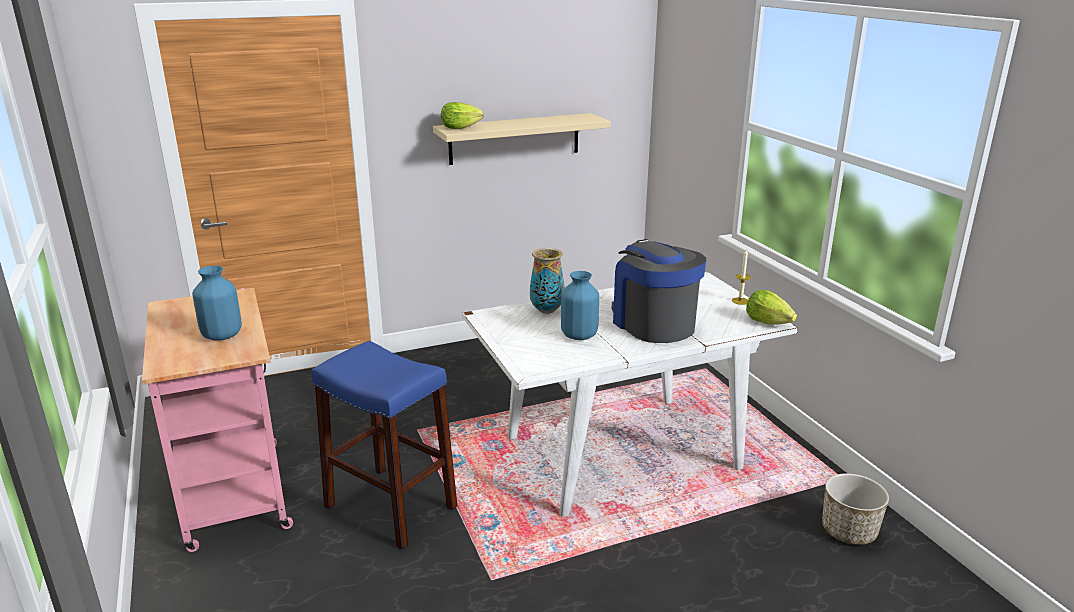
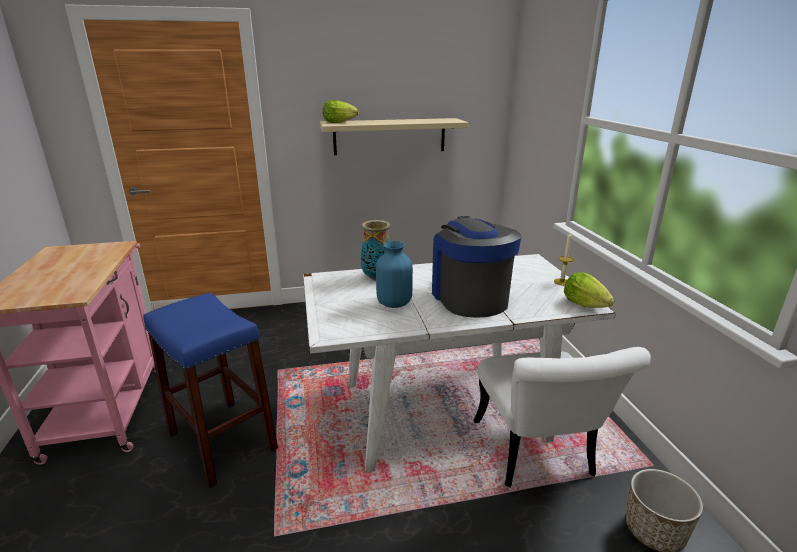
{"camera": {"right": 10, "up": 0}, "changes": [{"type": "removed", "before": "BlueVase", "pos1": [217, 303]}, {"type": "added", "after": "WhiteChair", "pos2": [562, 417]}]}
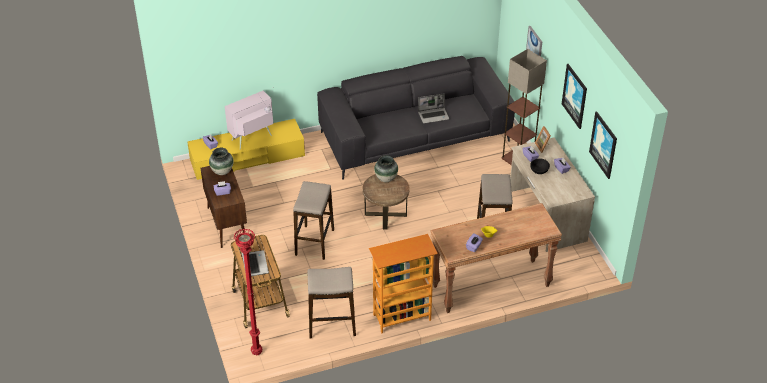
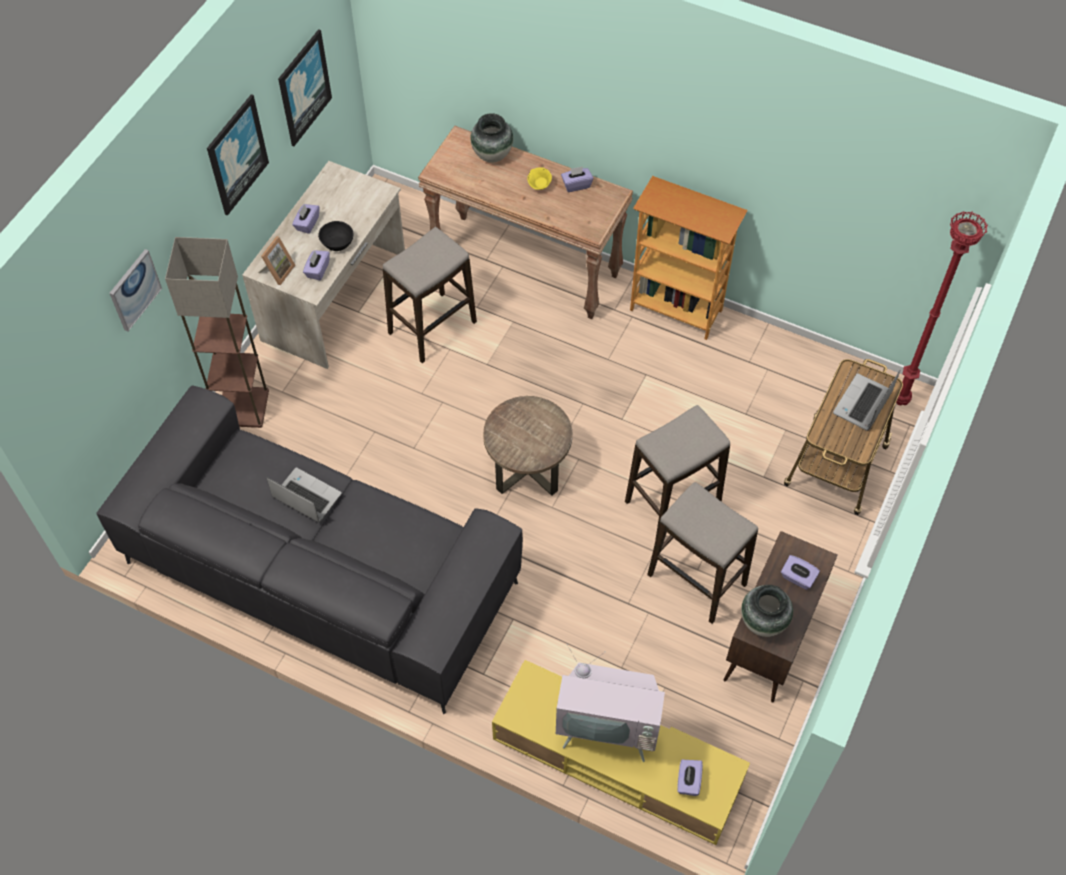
{"camera": {"right": -135, "up": 15}, "changes": [{"type": "moved", "before": "Vase", "pos1": [386, 168], "pos2": [491, 138]}, {"type": "moved", "before": "Stool", "pos1": [332, 302], "pos2": [702, 553]}]}
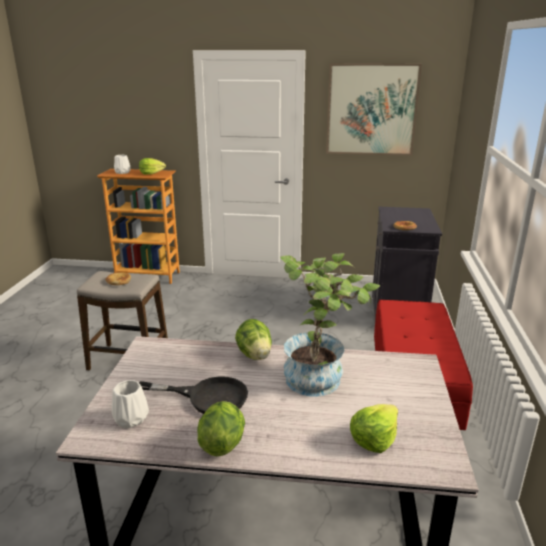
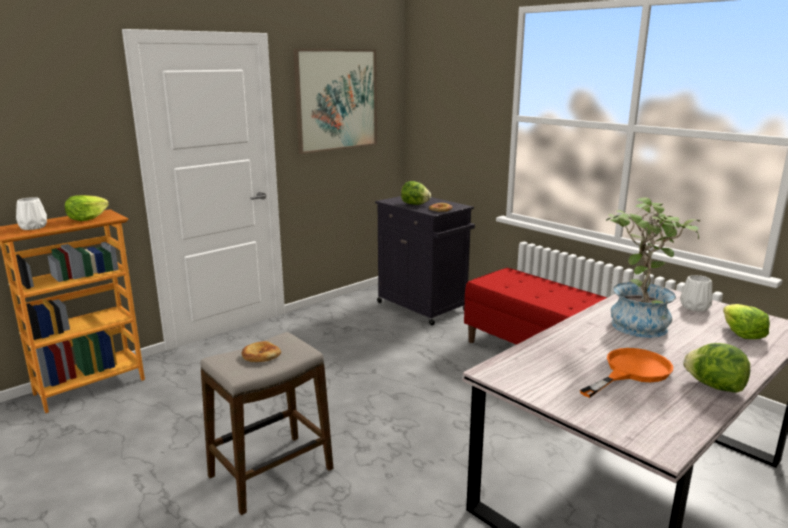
{"camera": {"right": -50, "up": -5}, "changes": [{"type": "moved", "before": "Lettuce", "pos1": [253, 339], "pos2": [416, 193]}, {"type": "recoloured", "before": "BlackFryingPan", "after": "OrangeFryingPan", "pos1": [193, 395], "pos2": [626, 373]}, {"type": "moved", "before": "WhiteVase", "pos1": [130, 404], "pos2": [696, 293]}]}
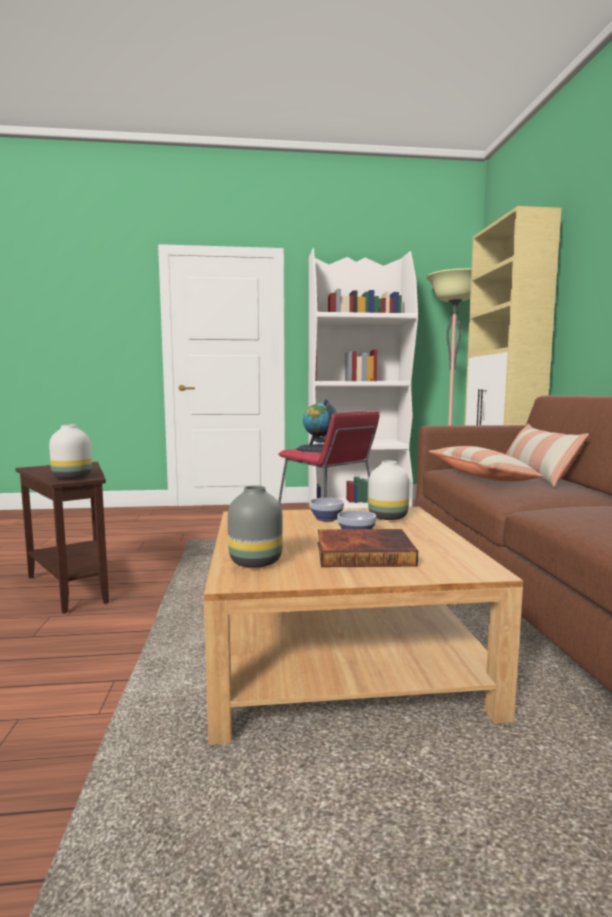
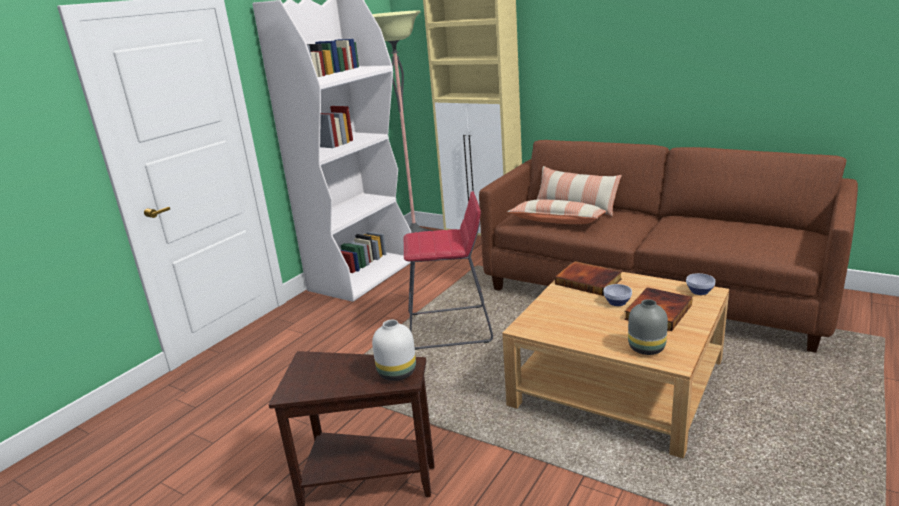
{"camera": {"right": -50, "up": 15}, "changes": [{"type": "removed", "before": "Globe", "pos1": [317, 425]}, {"type": "replaced", "before": "WhiteVase", "after": "Book", "pos1": [388, 490], "pos2": [588, 278]}, {"type": "moved", "before": "Bowl", "pos1": [326, 510], "pos2": [700, 284]}]}
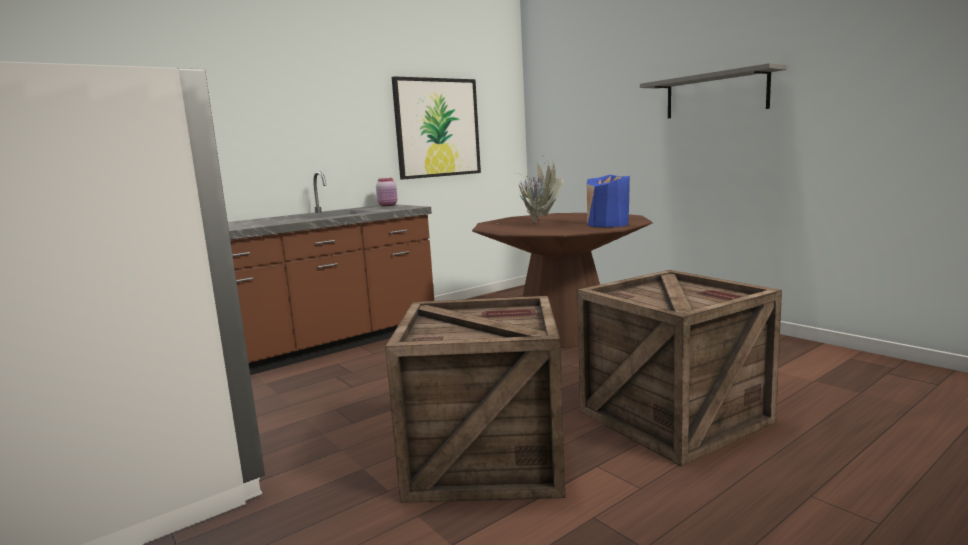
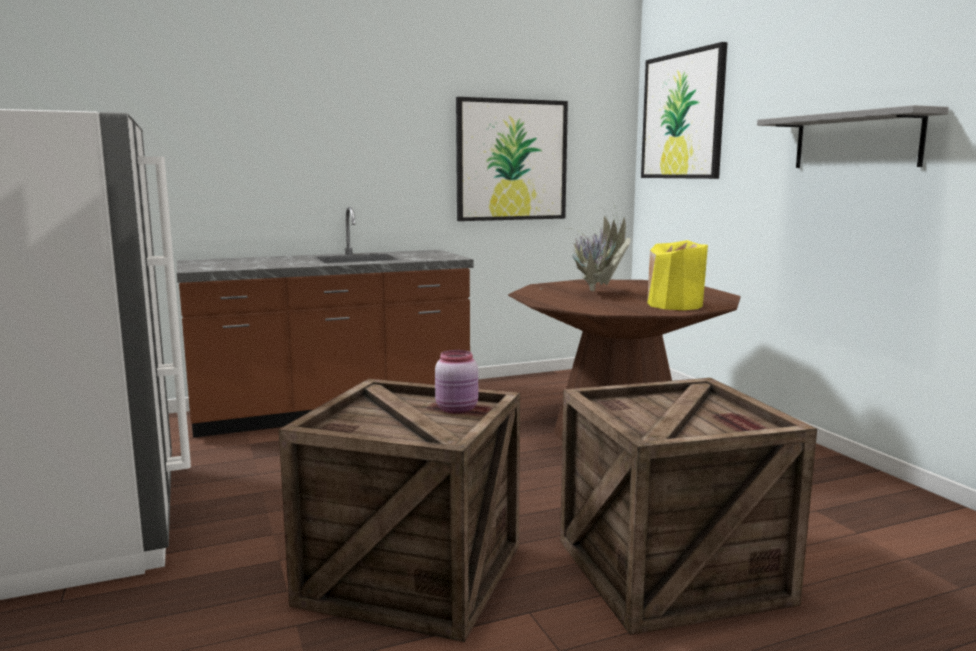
{"camera": {"right": 15, "up": 0}, "changes": [{"type": "recoloured", "before": "BlueVase", "after": "YellowVase", "pos1": [608, 201], "pos2": [677, 275]}, {"type": "moved", "before": "PinkJar", "pos1": [387, 192], "pos2": [456, 382]}, {"type": "added", "after": "Picture", "pos2": [684, 110]}]}
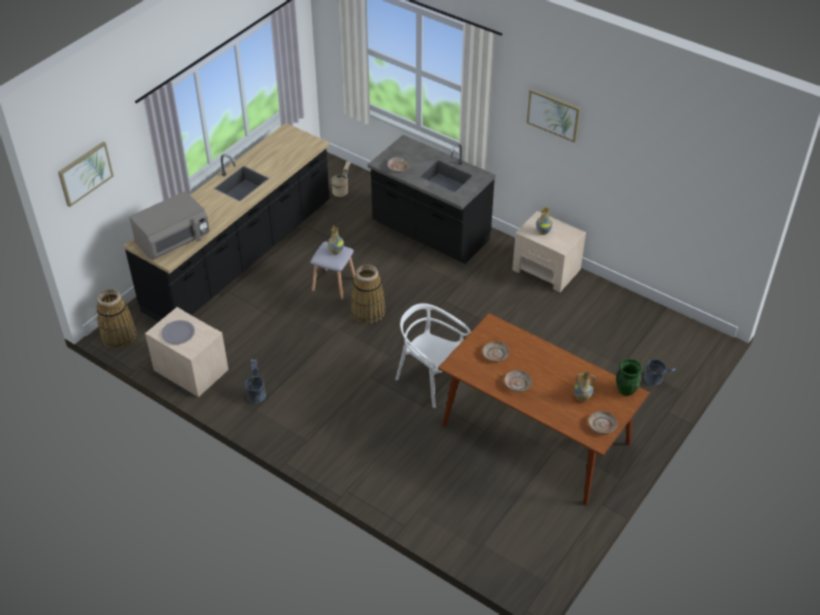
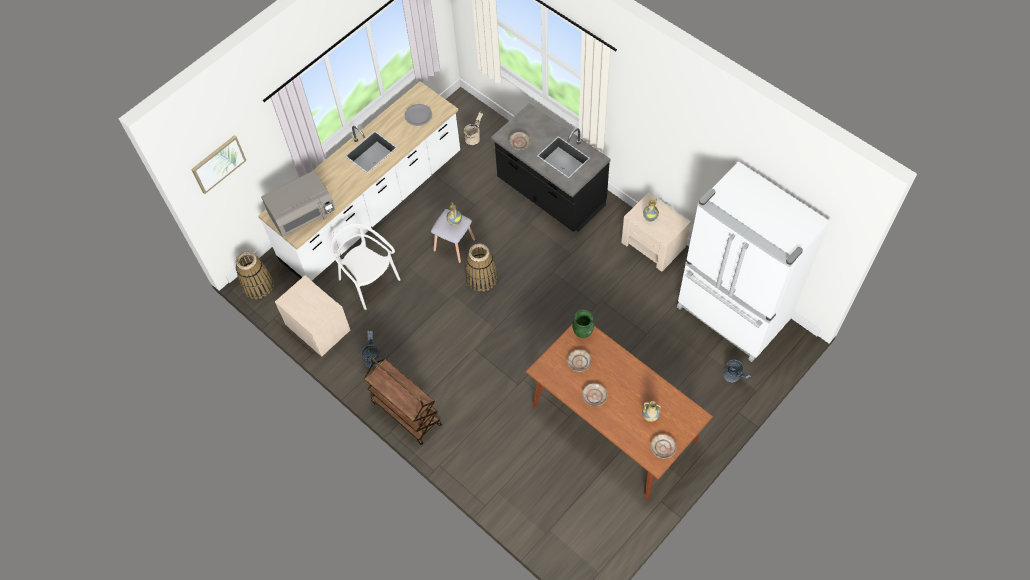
{"camera": {"right": 10, "up": 15}, "changes": [{"type": "removed", "before": "Picture", "pos1": [554, 116]}, {"type": "recoloured", "before": "BlackCounter", "after": "WhiteCounter", "pos1": [226, 222], "pos2": [359, 181]}, {"type": "moved", "before": "WhiteChair", "pos1": [432, 355], "pos2": [366, 266]}, {"type": "moved", "before": "GreyPlate", "pos1": [178, 332], "pos2": [418, 115]}, {"type": "moved", "before": "GreenVase", "pos1": [629, 377], "pos2": [583, 324]}, {"type": "added", "after": "WhiteFridge", "pos2": [753, 262]}, {"type": "added", "after": "BrownCart", "pos2": [403, 401]}]}
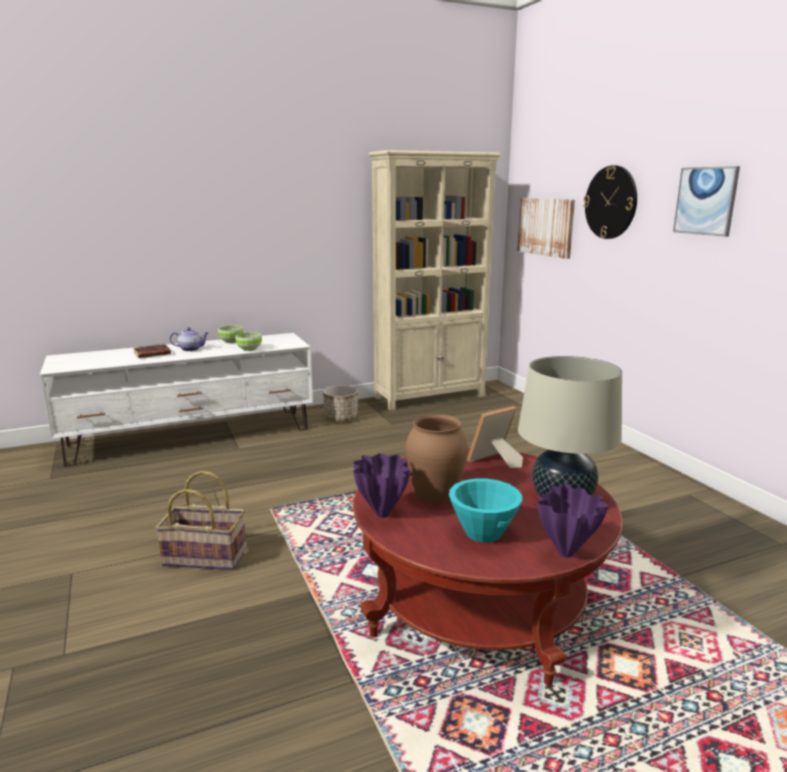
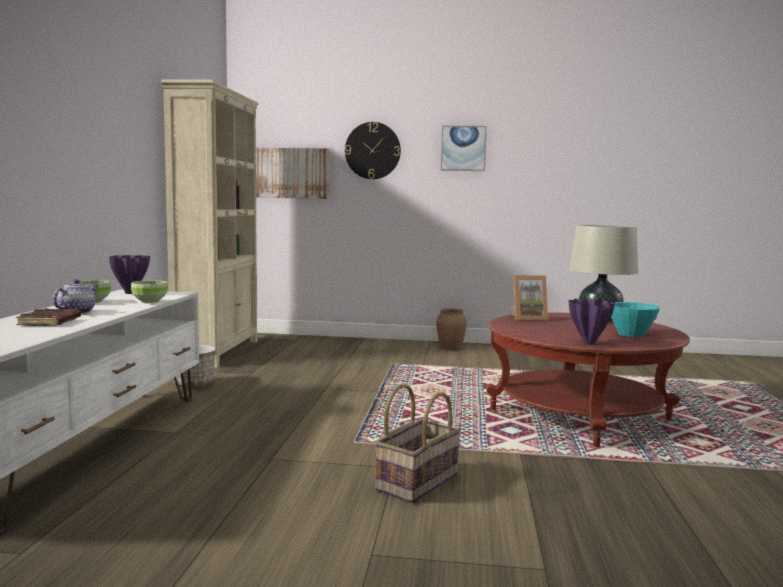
{"camera": {"right": -60, "up": -10}, "changes": [{"type": "turned", "before": "PictureFrame", "pos1": [495, 437], "pos2": [529, 298], "turn": -90}, {"type": "moved", "before": "BrownVase", "pos1": [437, 458], "pos2": [451, 329]}, {"type": "moved", "before": "PurpleVase", "pos1": [573, 520], "pos2": [129, 274]}]}
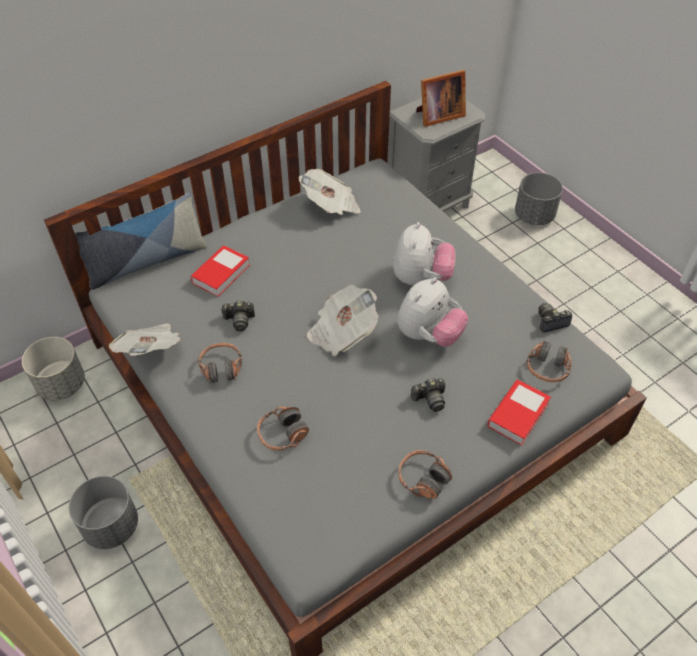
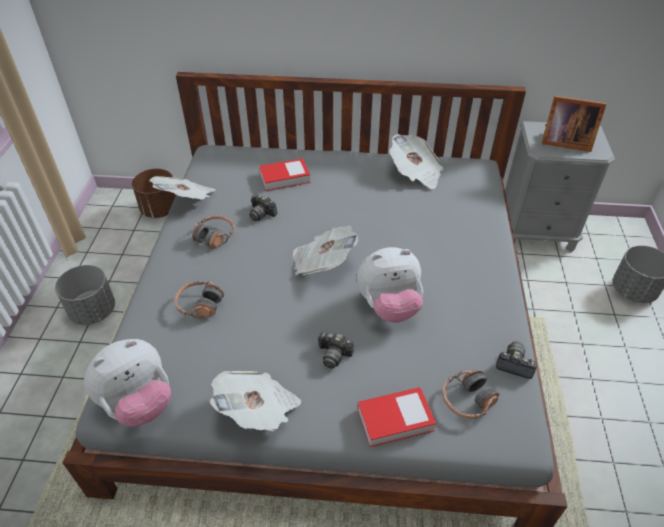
{"camera": {"right": 40, "up": -5}, "changes": [{"type": "removed", "before": "Pillow", "pos1": [141, 241]}, {"type": "moved", "before": "PlushToy", "pos1": [424, 253], "pos2": [127, 383]}, {"type": "recoloured", "before": "GreyPlanter", "after": "BrownPlanter", "pos1": [53, 369], "pos2": [154, 193]}, {"type": "replaced", "before": "Headphones", "after": "Newspaper", "pos1": [425, 474], "pos2": [255, 401]}]}
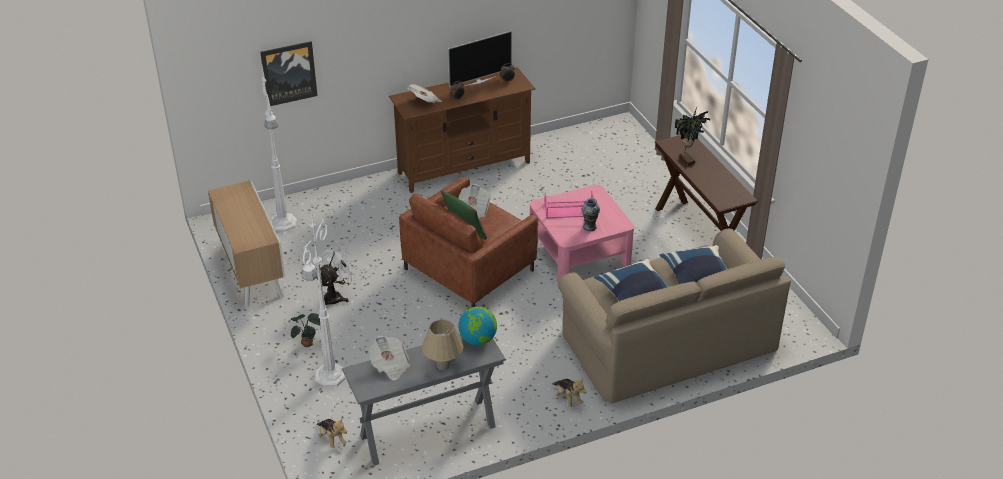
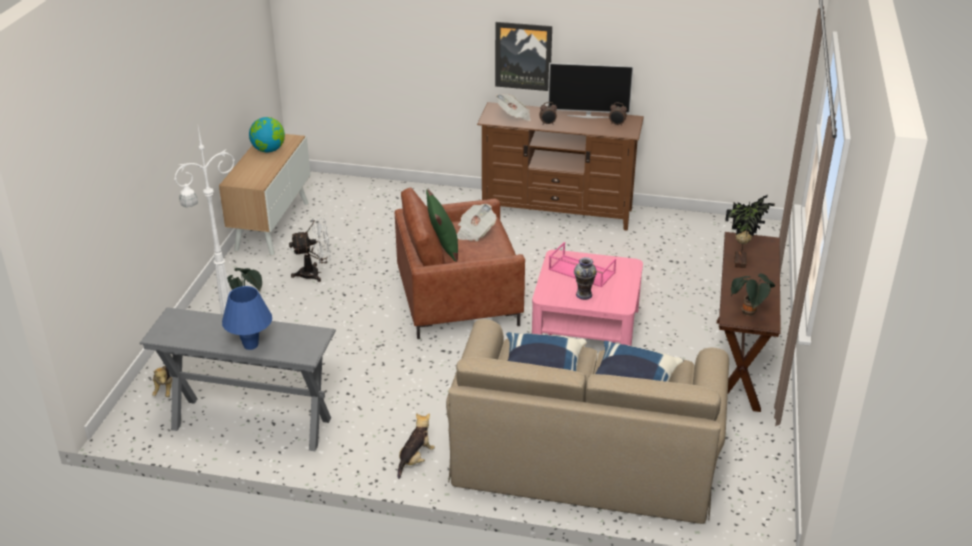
{"camera": {"right": 35, "up": -5}, "changes": [{"type": "moved", "before": "Picture", "pos1": [289, 73], "pos2": [523, 56]}, {"type": "removed", "before": "WhiteFloorLamp", "pos1": [279, 148]}, {"type": "moved", "before": "Globe", "pos1": [477, 326], "pos2": [267, 135]}, {"type": "recoloured", "before": "BeigeTableLamp", "after": "BlueTableLamp", "pos1": [443, 344], "pos2": [247, 318]}, {"type": "removed", "before": "Newspaper", "pos1": [389, 357]}, {"type": "turned", "before": "PlushToy", "pos1": [569, 392], "pos2": [416, 446], "turn": -150}, {"type": "added", "after": "PottedPlant", "pos2": [753, 295]}]}
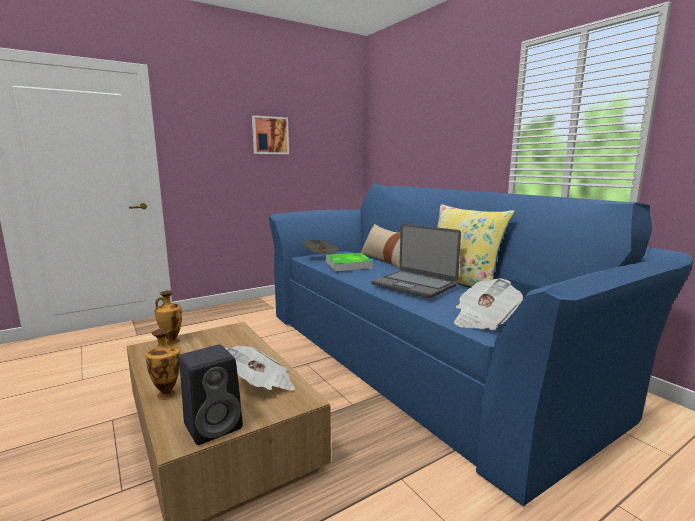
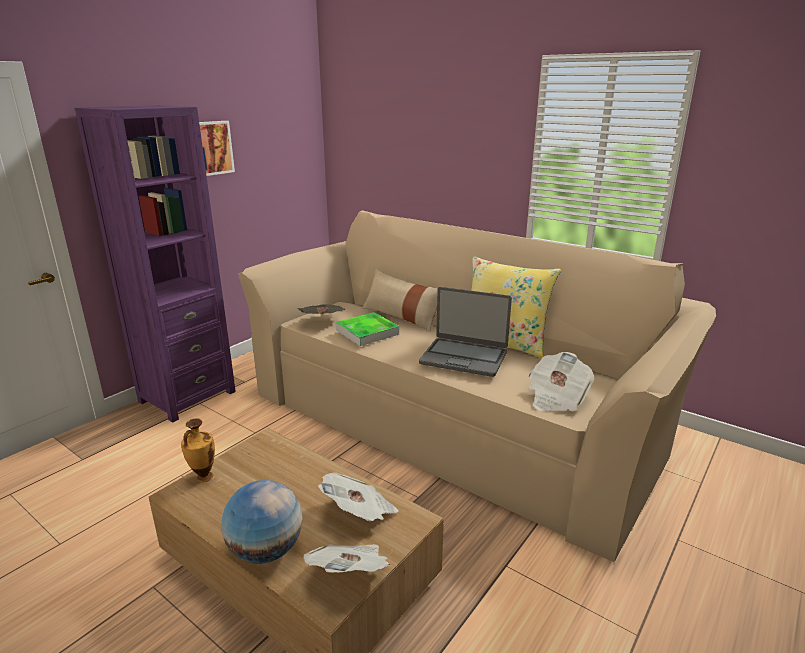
{"camera": {"right": -20, "up": 10}, "changes": [{"type": "recoloured", "before": "BlueSofa", "after": "BeigeSofa", "pos1": [480, 345], "pos2": [477, 386]}, {"type": "replaced", "before": "Vase", "after": "Globe", "pos1": [163, 364], "pos2": [262, 522]}, {"type": "replaced", "before": "BlackSpeaker", "after": "Newspaper", "pos1": [211, 395], "pos2": [347, 558]}, {"type": "added", "after": "PurpleBookcase", "pos2": [155, 264]}]}
